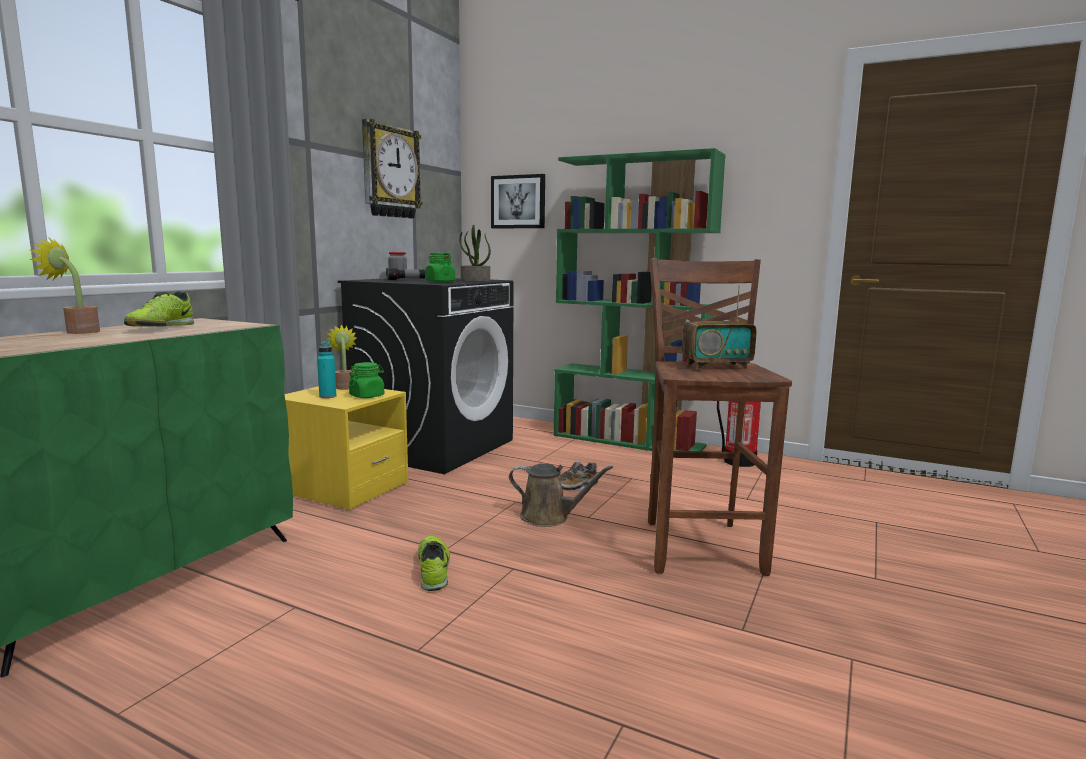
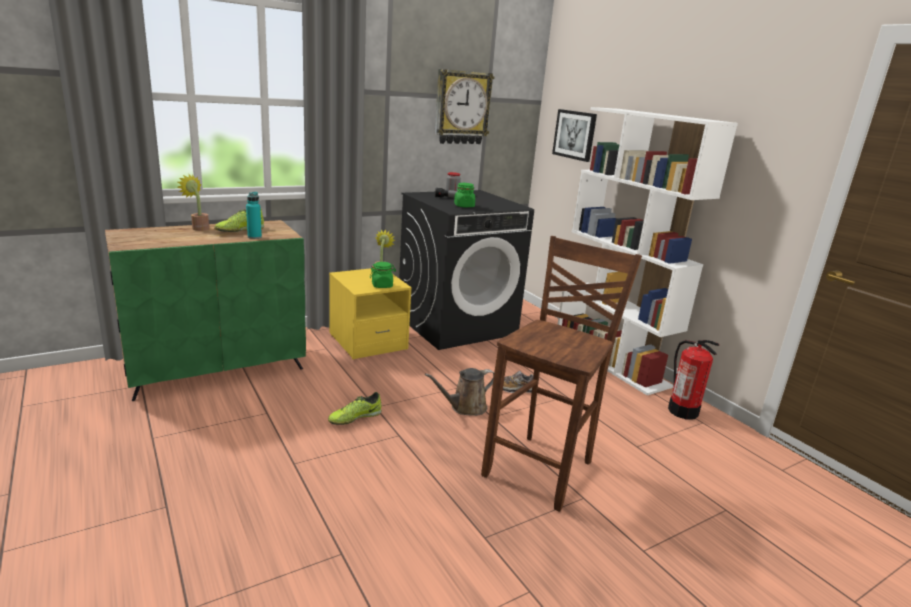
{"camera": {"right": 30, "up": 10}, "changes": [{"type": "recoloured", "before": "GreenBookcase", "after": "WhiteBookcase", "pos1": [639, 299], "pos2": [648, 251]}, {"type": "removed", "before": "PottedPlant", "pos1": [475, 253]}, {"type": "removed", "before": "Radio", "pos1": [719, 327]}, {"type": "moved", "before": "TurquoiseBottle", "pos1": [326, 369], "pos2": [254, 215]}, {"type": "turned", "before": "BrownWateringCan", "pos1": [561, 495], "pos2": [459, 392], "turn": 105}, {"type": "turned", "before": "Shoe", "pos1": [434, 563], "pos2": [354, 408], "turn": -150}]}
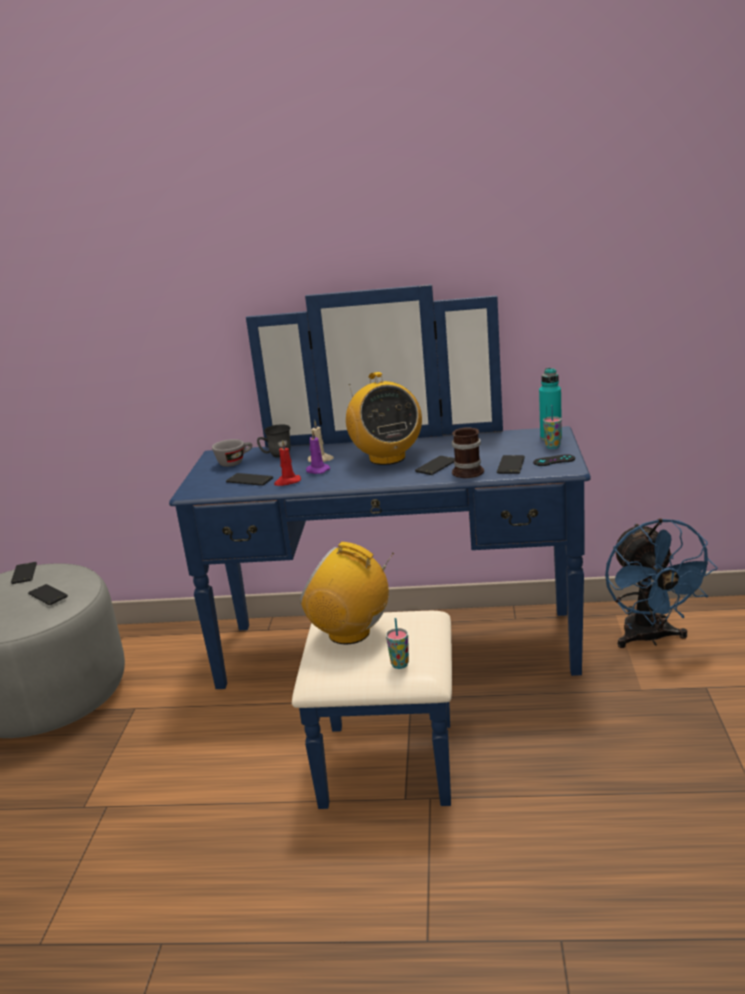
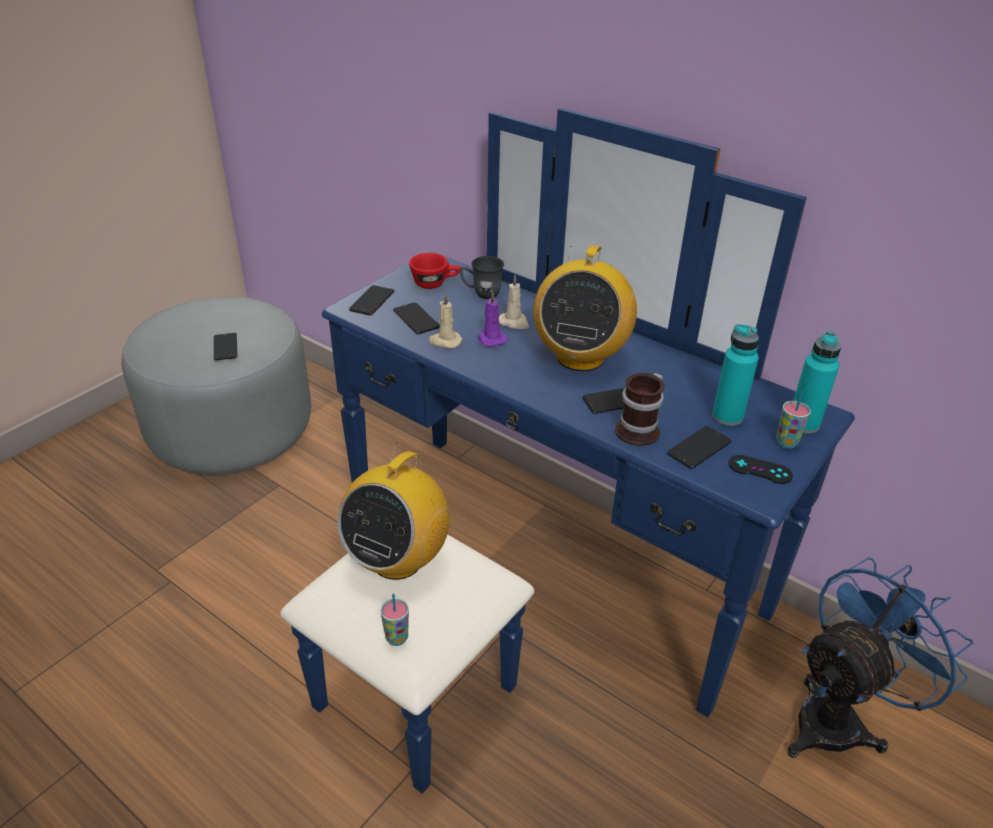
{"camera": {"right": 30, "up": 15}, "changes": [{"type": "recoloured", "before": "GreyCup", "after": "RedCup", "pos1": [232, 453], "pos2": [434, 271]}, {"type": "recoloured", "before": "RedCandle", "after": "BeigeCandle", "pos1": [287, 463], "pos2": [446, 320]}, {"type": "turned", "before": "BlueFan", "pos1": [661, 583], "pos2": [880, 657], "turn": -150}, {"type": "turned", "before": "Radio", "pos1": [347, 593], "pos2": [394, 511], "turn": -120}, {"type": "moved", "before": "Phone", "pos1": [24, 573], "pos2": [371, 300]}, {"type": "added", "after": "TurquoiseBottle", "pos2": [735, 375]}]}
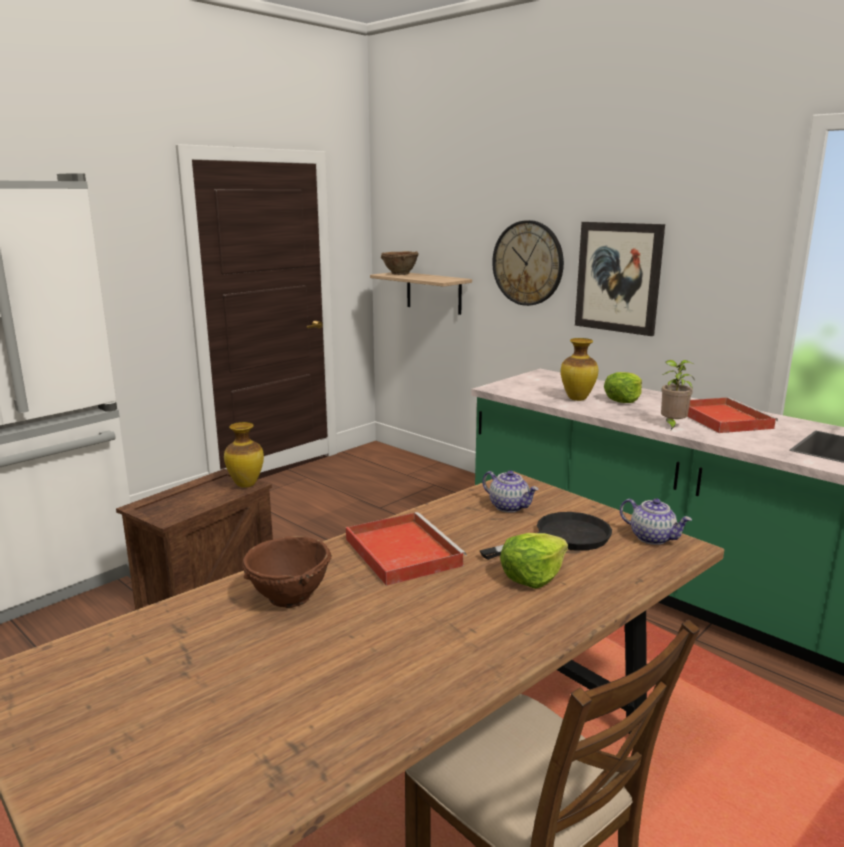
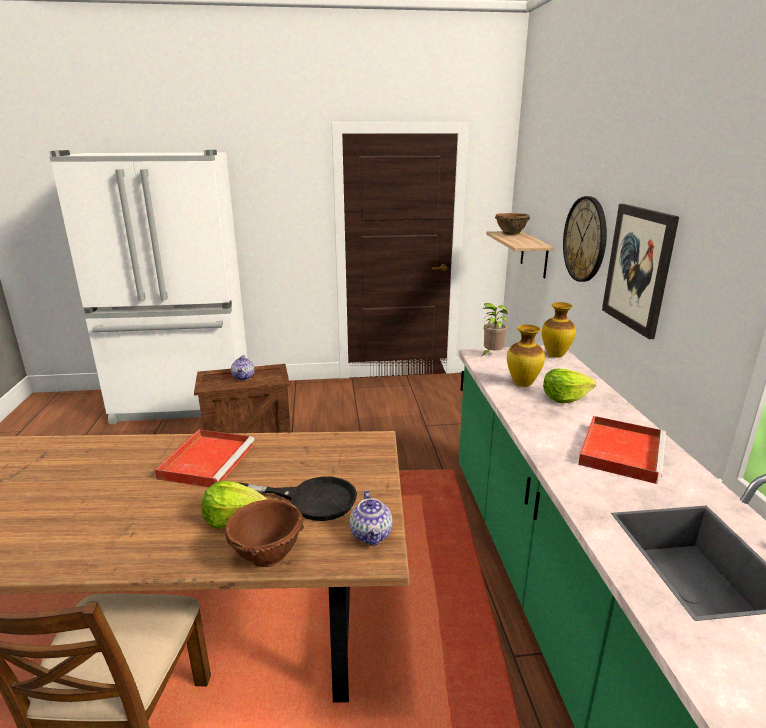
{"camera": {"right": 40, "up": 5}, "changes": [{"type": "moved", "before": "PottedPlant", "pos1": [678, 395], "pos2": [495, 329]}, {"type": "moved", "before": "Vase", "pos1": [244, 455], "pos2": [559, 330]}, {"type": "moved", "before": "Teapot", "pos1": [510, 491], "pos2": [242, 367]}, {"type": "moved", "before": "BrownBowl", "pos1": [287, 572], "pos2": [264, 533]}]}
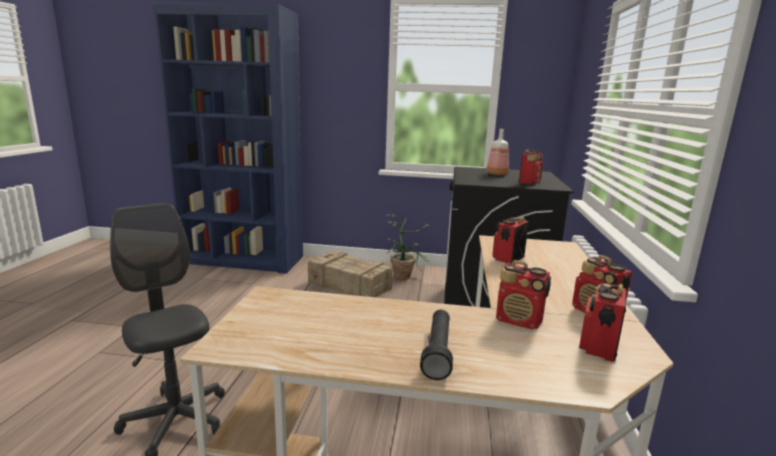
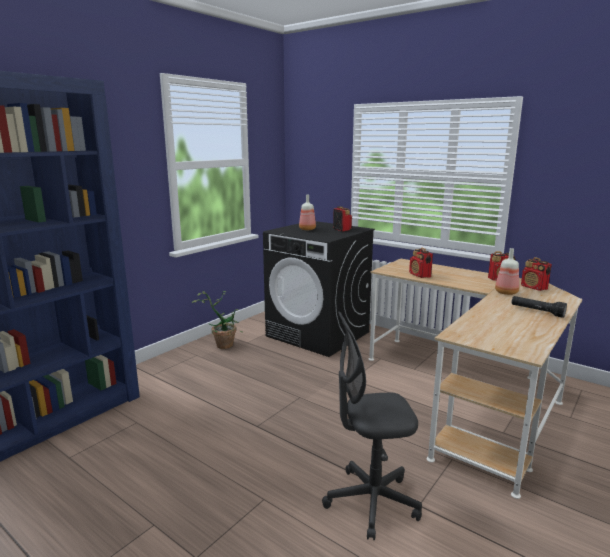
{"camera": {"right": -60, "up": 0}, "changes": [{"type": "removed", "before": "Crate", "pos1": [350, 274]}, {"type": "replaced", "before": "Radio", "after": "Bottle", "pos1": [523, 294], "pos2": [507, 271]}]}
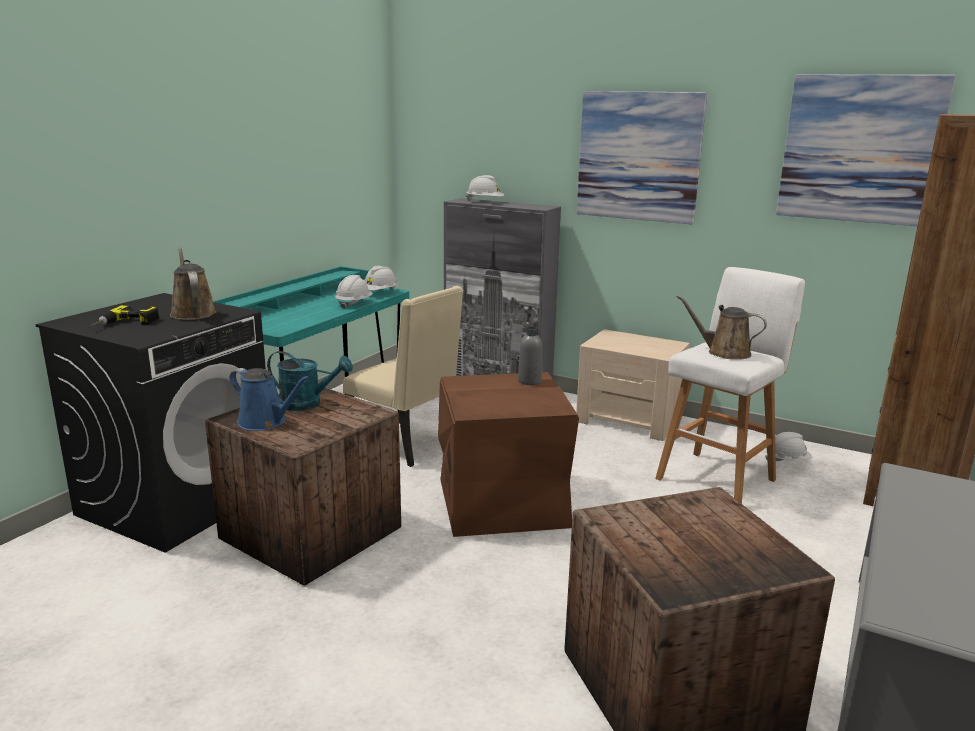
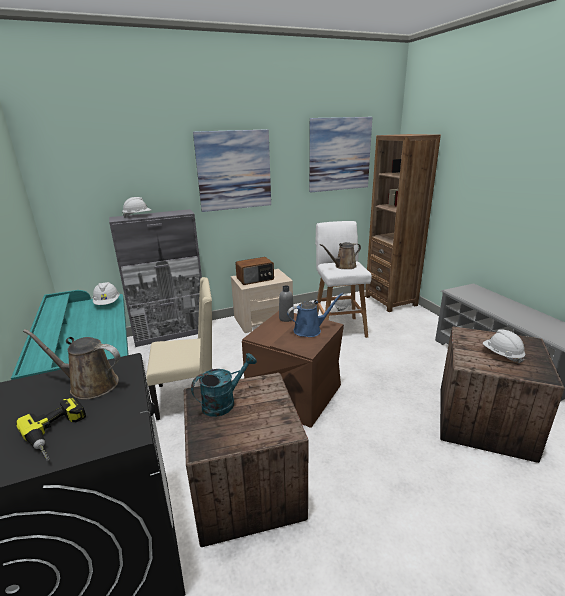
{"camera": {"right": -50, "up": 5}, "changes": [{"type": "moved", "before": "WhiteHardHat", "pos1": [354, 292], "pos2": [504, 347]}, {"type": "moved", "before": "BlueWateringCan", "pos1": [269, 399], "pos2": [315, 315]}, {"type": "added", "after": "Radio", "pos2": [254, 271]}]}
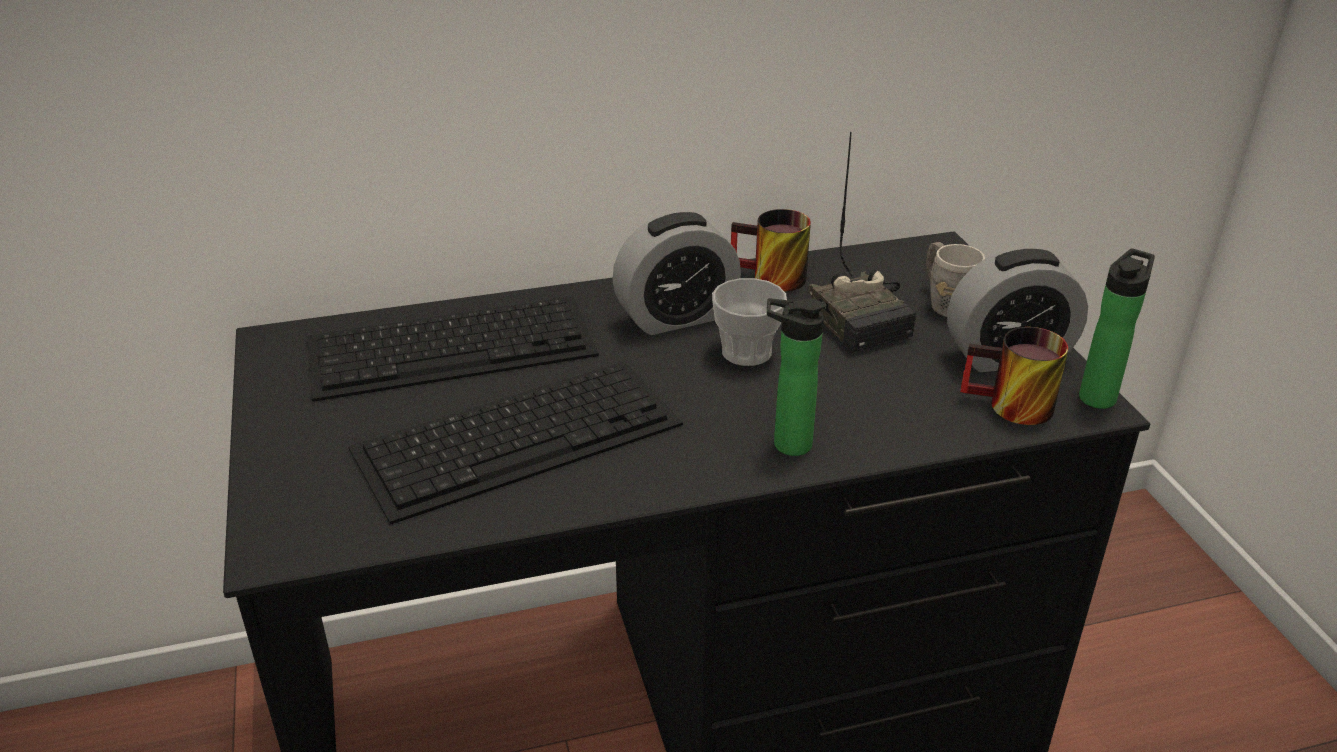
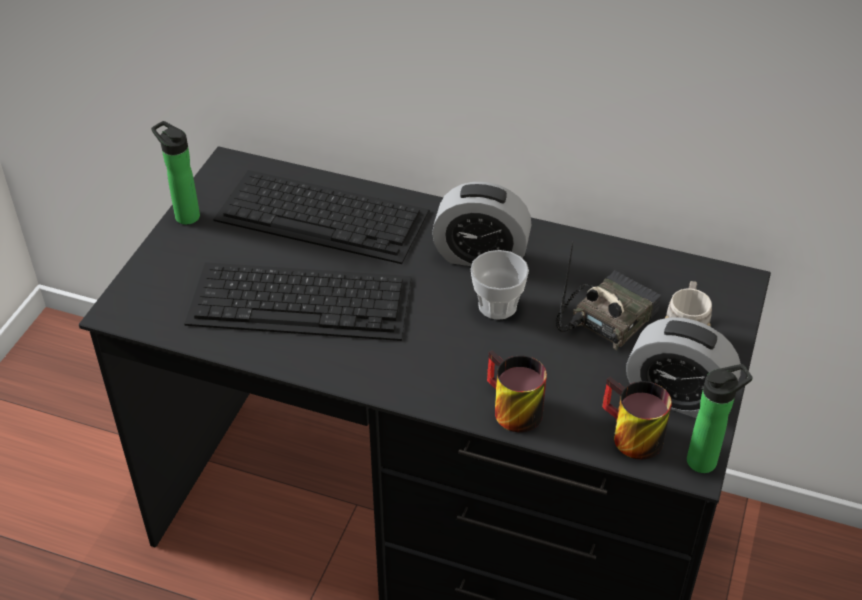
{"camera": {"right": 35, "up": 10}, "changes": [{"type": "turned", "before": "Radio", "pos1": [862, 241], "pos2": [608, 296], "turn": -150}, {"type": "moved", "before": "Mug", "pos1": [771, 250], "pos2": [517, 391]}, {"type": "moved", "before": "Bottle", "pos1": [796, 377], "pos2": [175, 173]}]}
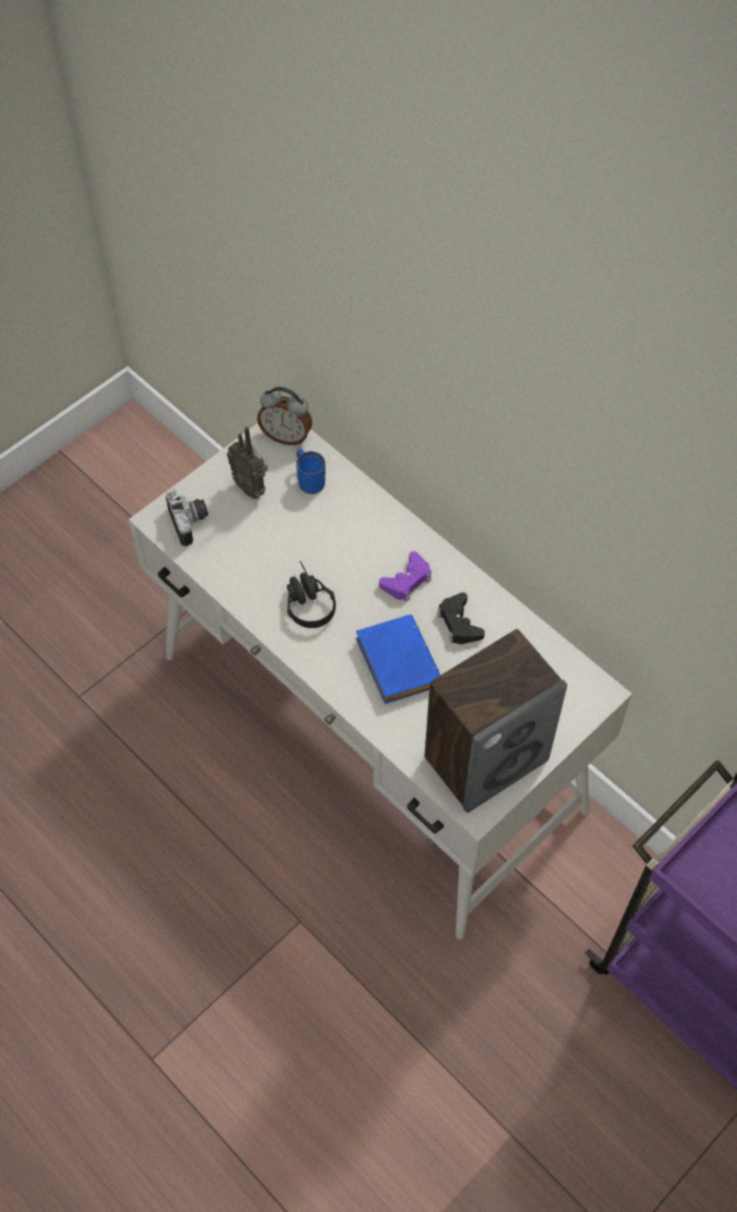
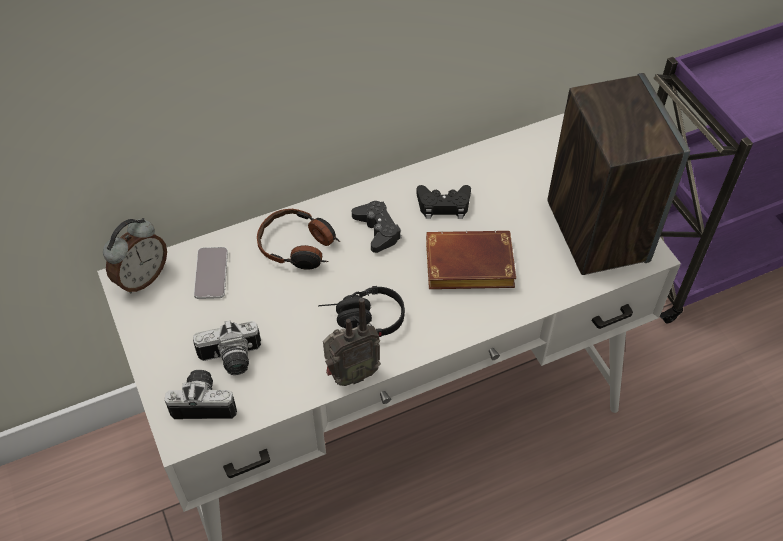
{"camera": {"right": -70, "up": -5}, "changes": [{"type": "moved", "before": "Radio", "pos1": [247, 463], "pos2": [352, 342]}, {"type": "replaced", "before": "BlueMug", "after": "Phone", "pos1": [310, 471], "pos2": [211, 273]}, {"type": "recoloured", "before": "PurpleGameController", "after": "BlackGameController", "pos1": [405, 576], "pos2": [377, 227]}, {"type": "recoloured", "before": "BlueBook", "after": "BrownBook", "pos1": [398, 659], "pos2": [471, 259]}, {"type": "added", "after": "Headphones", "pos2": [298, 239]}, {"type": "added", "after": "PhotoCamera", "pos2": [227, 347]}]}
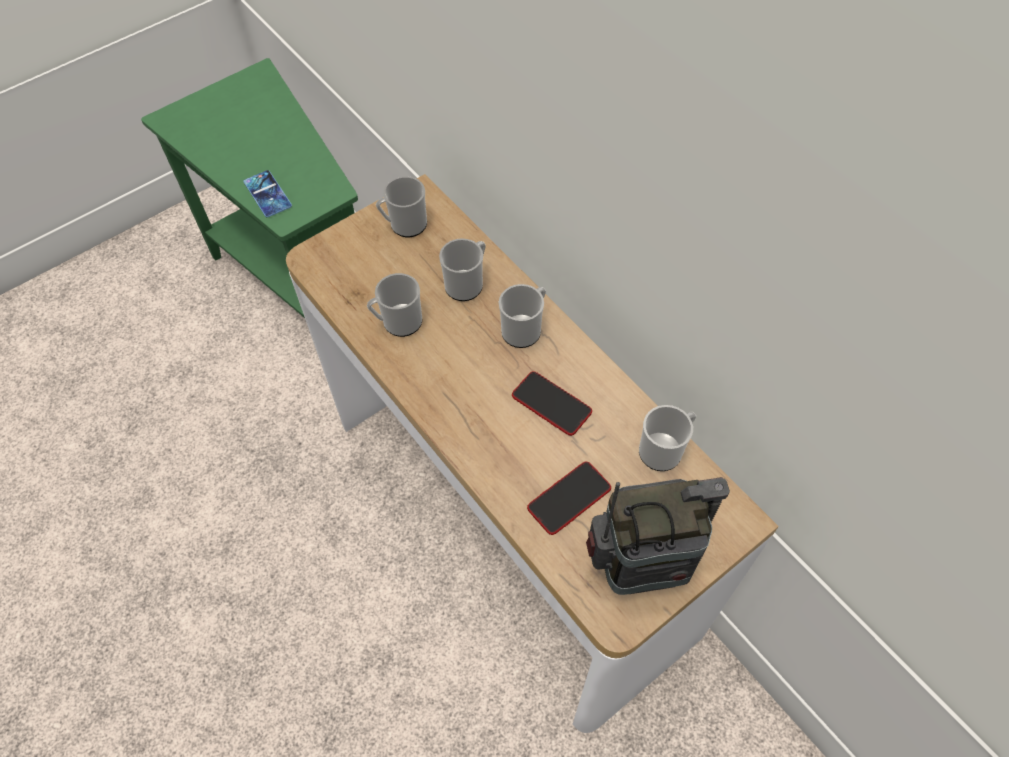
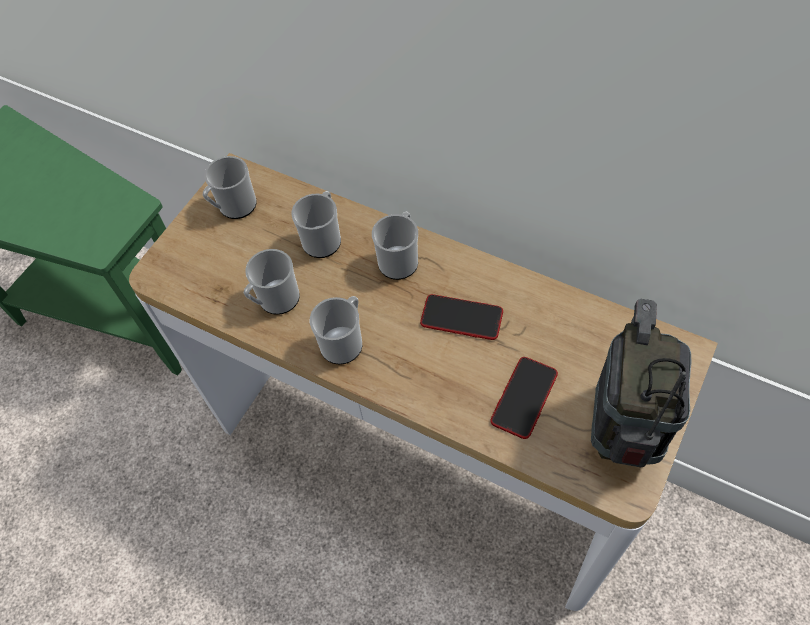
{"camera": {"right": -20, "up": 0}, "changes": [{"type": "removed", "before": "Phone", "pos1": [267, 193]}, {"type": "moved", "before": "Mug", "pos1": [667, 438], "pos2": [336, 330]}, {"type": "turned", "before": "Radio", "pos1": [658, 536], "pos2": [641, 383], "turn": -45}]}
